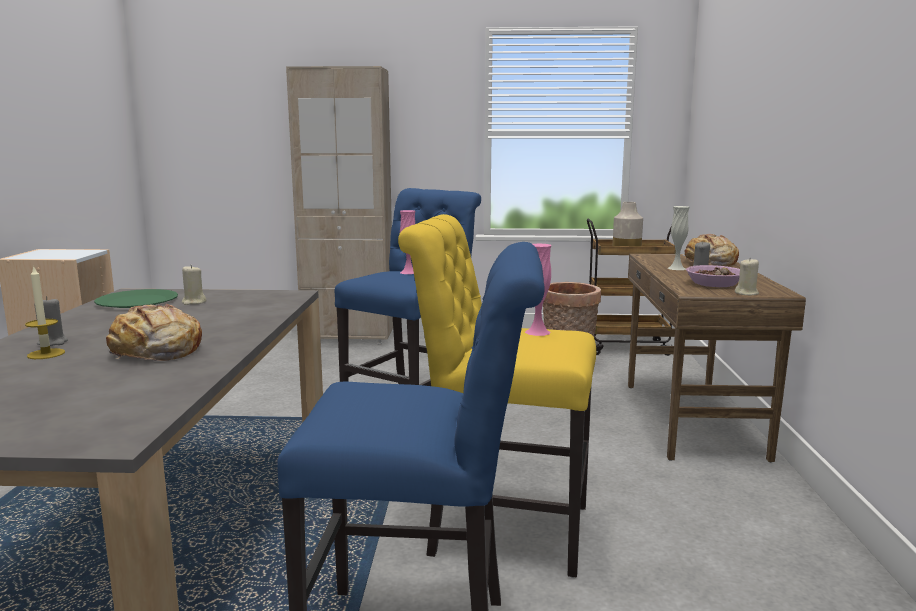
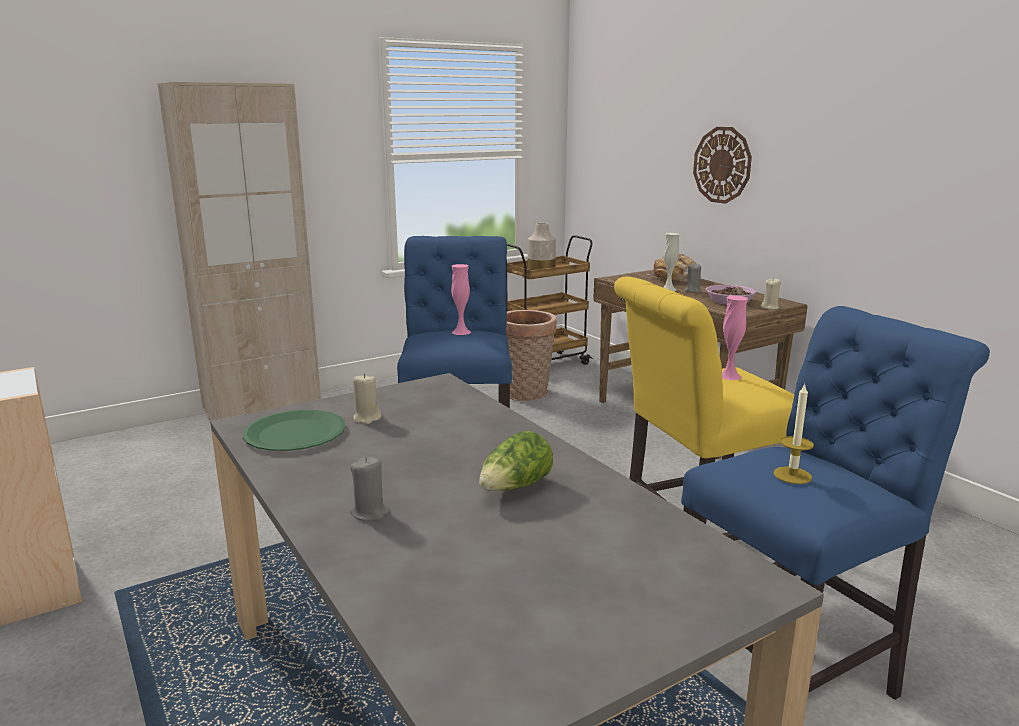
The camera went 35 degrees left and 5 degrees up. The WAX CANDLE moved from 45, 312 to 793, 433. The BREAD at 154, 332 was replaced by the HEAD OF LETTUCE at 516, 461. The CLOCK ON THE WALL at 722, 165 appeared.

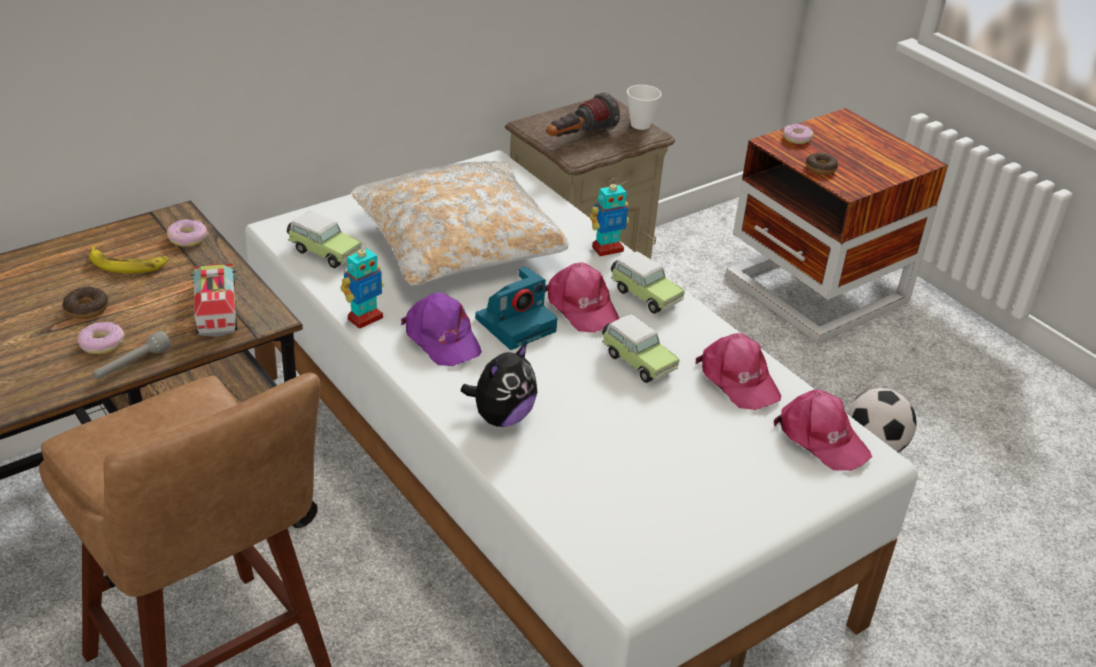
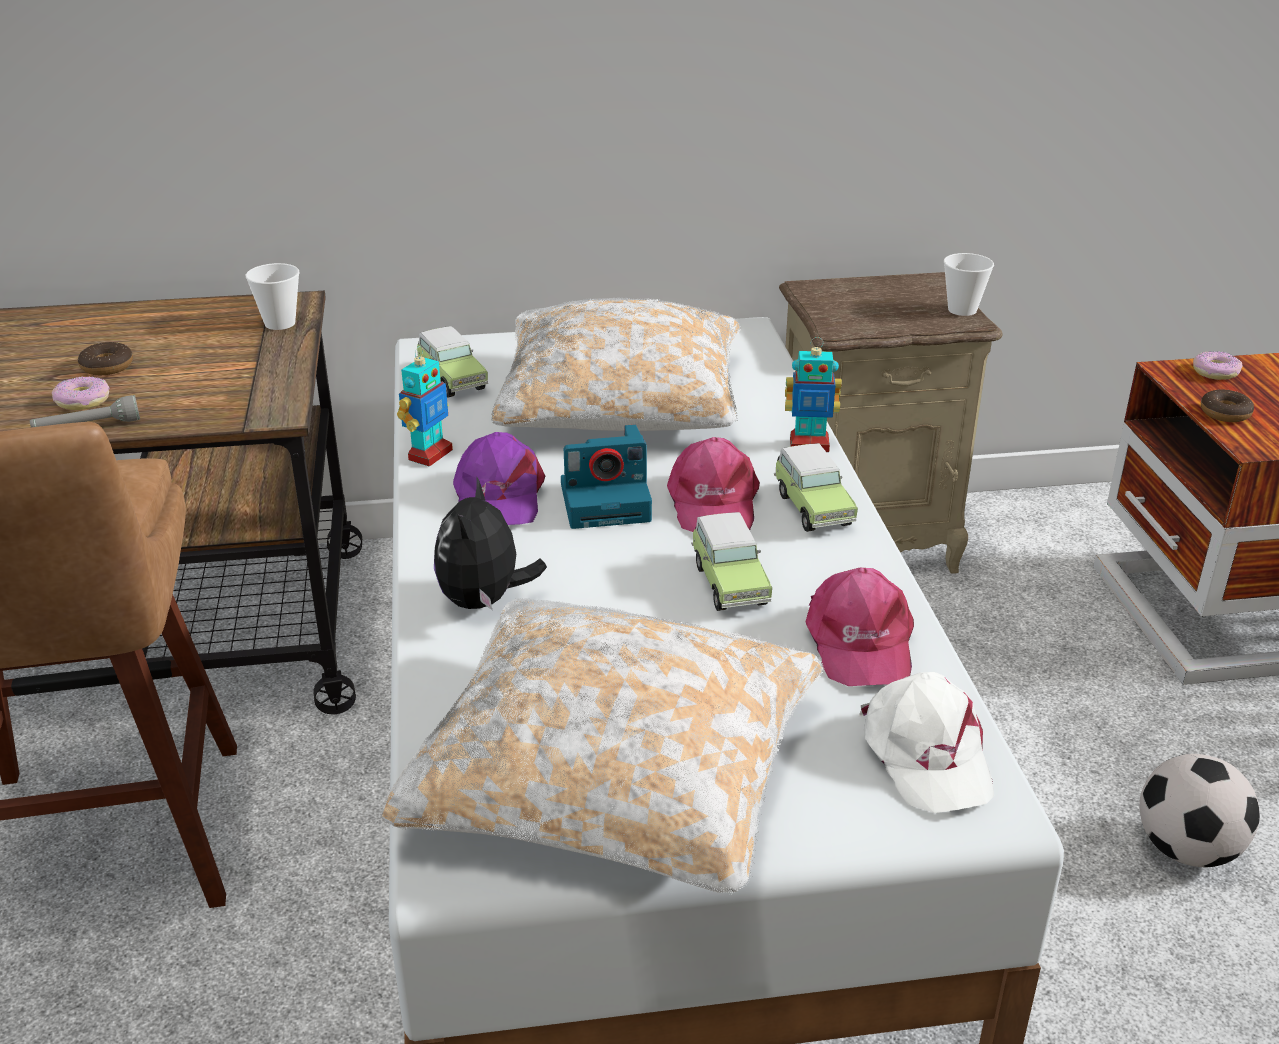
The camera went 30 degrees right and 5 degrees down. The BANANA at 129, 259 disappeared. The DONUT at 187, 233 was replaced by the CUP at 273, 296. The TOY TRUCK at 214, 300 disappeared. The MODEL ROBOT at 362, 286 turned 45 degrees counterclockwise. The PLUSH TOY at 499, 385 turned 120 degrees clockwise. The TORCH at 583, 115 disappeared. The PINK-COLOURED CAP at 823, 430 became the WHITE-COLOURED CAP at 926, 742. The WHITE-COLOURED CUSHION at 603, 746 appeared.

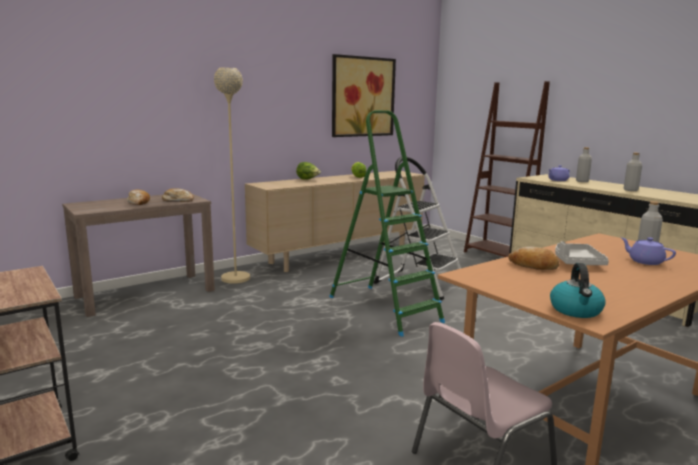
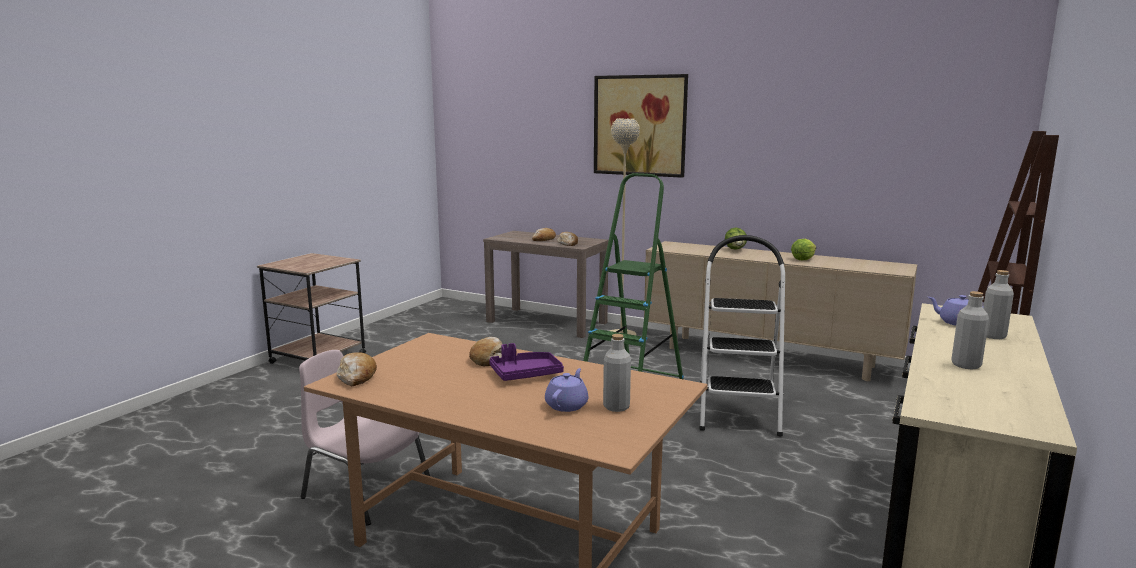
The camera went 65 degrees right and 0 degrees up. The WALL ART moved from 364, 95 to 641, 126. The TEA KETTLE at 578, 290 was replaced by the BREAD at 357, 369. The GRAY CARRYING TRAY at 582, 253 became the PURPLISH CARRYING TRAY at 526, 362.

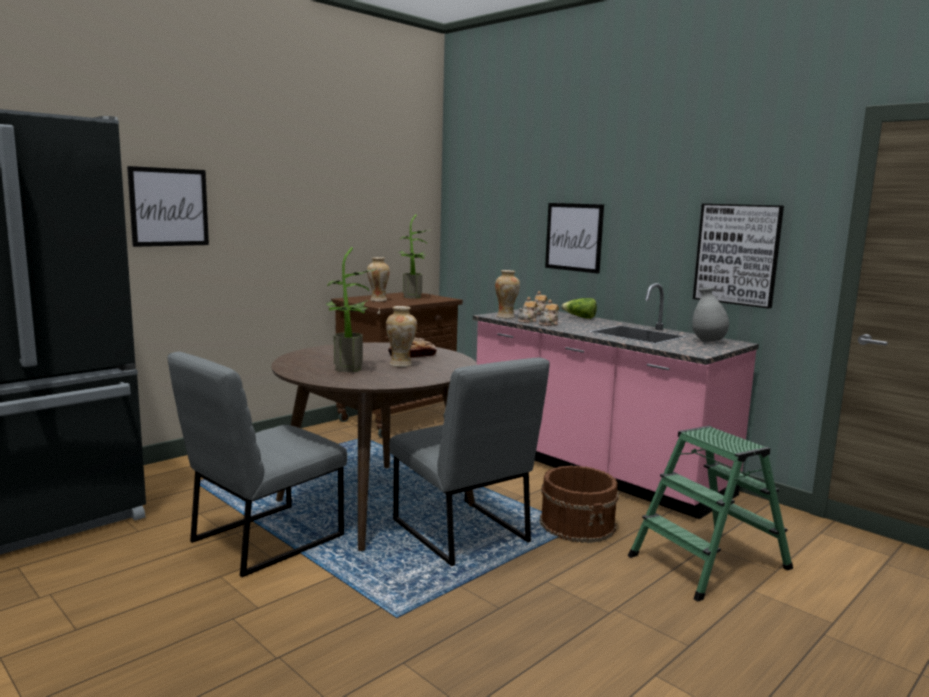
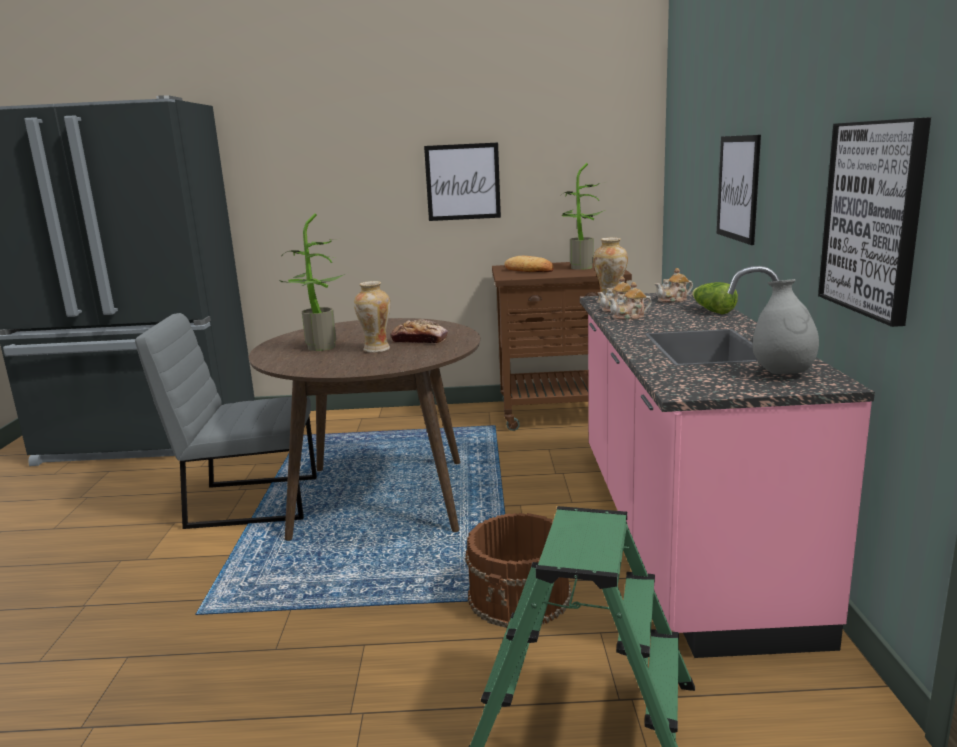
The camera went 45 degrees right and 5 degrees up. The WALL ART moved from 168, 206 to 462, 182. The DECORATIVE VASE at 378, 279 was replaced by the BREAD at 529, 264. The GRAY UPRIGHT CHAIR at 469, 462 disappeared.

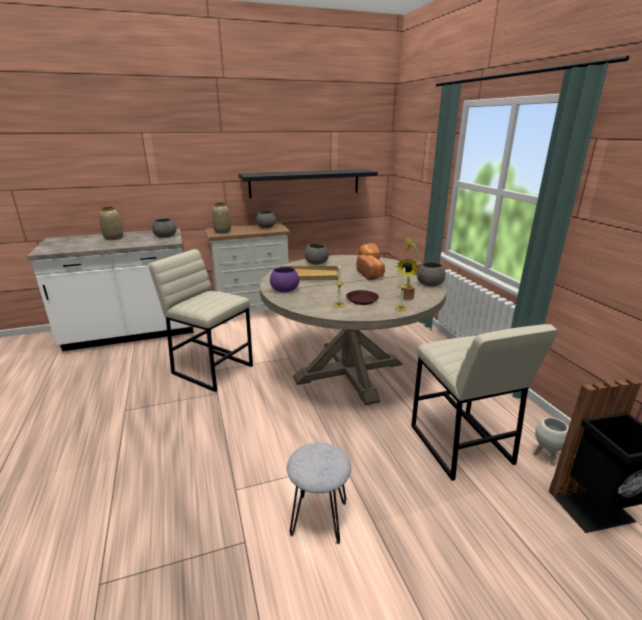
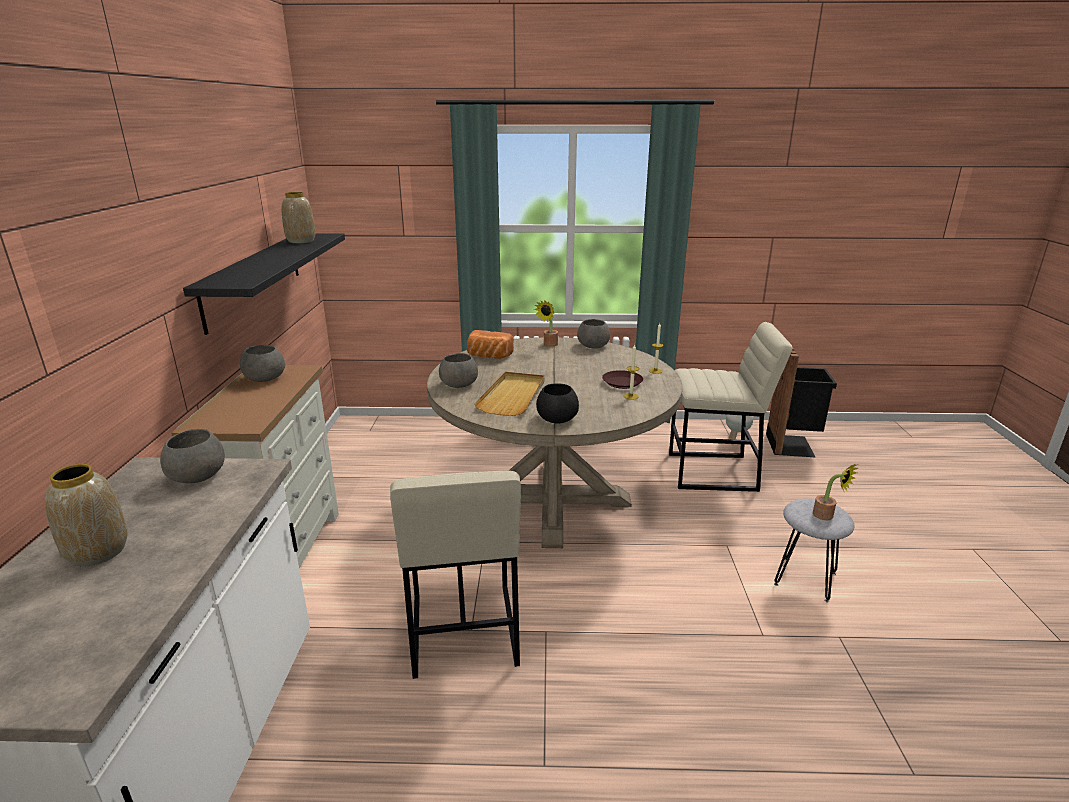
The camera went 70 degrees left and 0 degrees up. The SAND-COLOURED UPRIGHT CHAIR at 200, 320 turned 60 degrees counterclockwise. The DECORATIVE VASE moved from 221, 218 to 298, 217. The PURPLISH DEEP DISH at 284, 280 became the BLACK DEEP DISH at 557, 403. The BREAD at 371, 267 disappeared. The POTTED PLANT moved from 407, 279 to 835, 492.

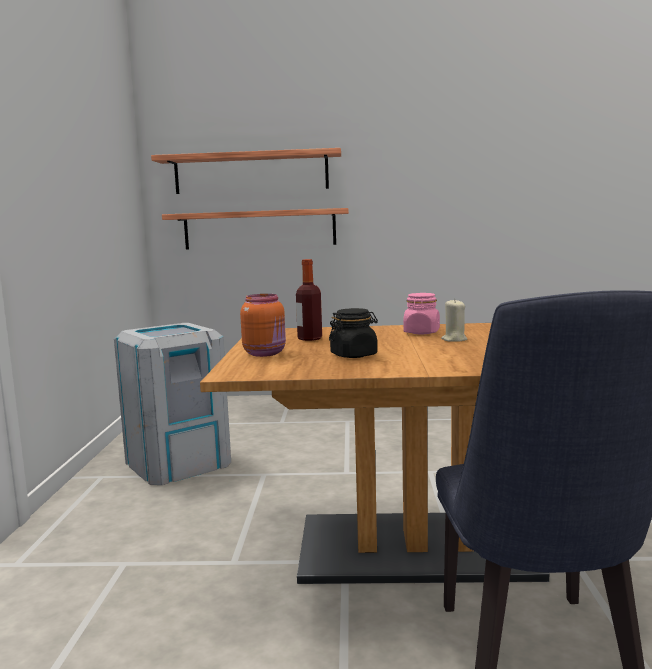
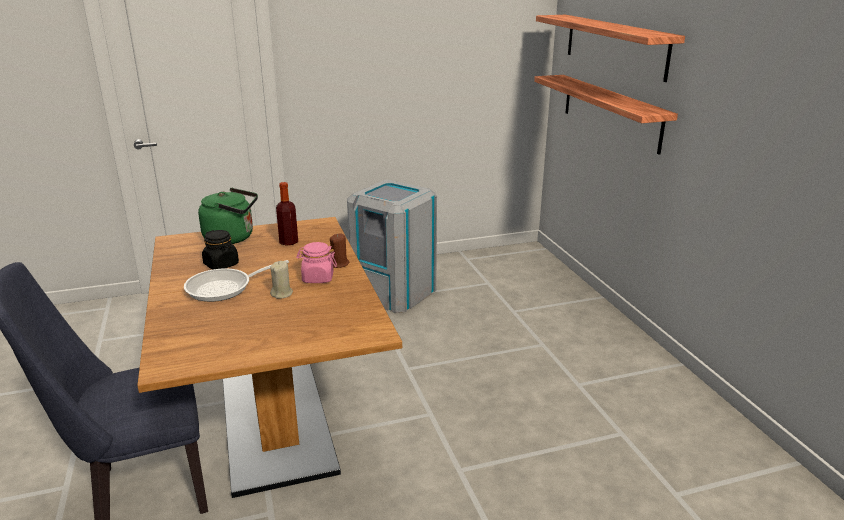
The camera went 70 degrees right and 15 degrees up. The ORANGE-COLOURED PRESERVE JAR at 263, 325 was replaced by the GREEN TEA KETTLE at 228, 216. The SKILLET at 236, 281 appeared. The BROWNISH WAX CANDLE at 339, 250 appeared.

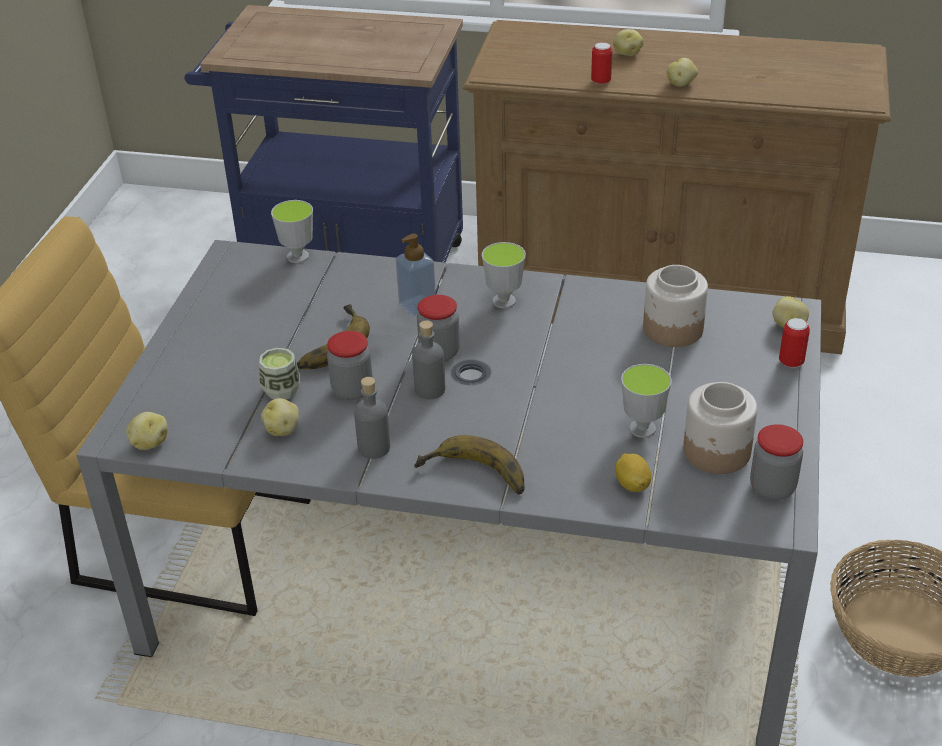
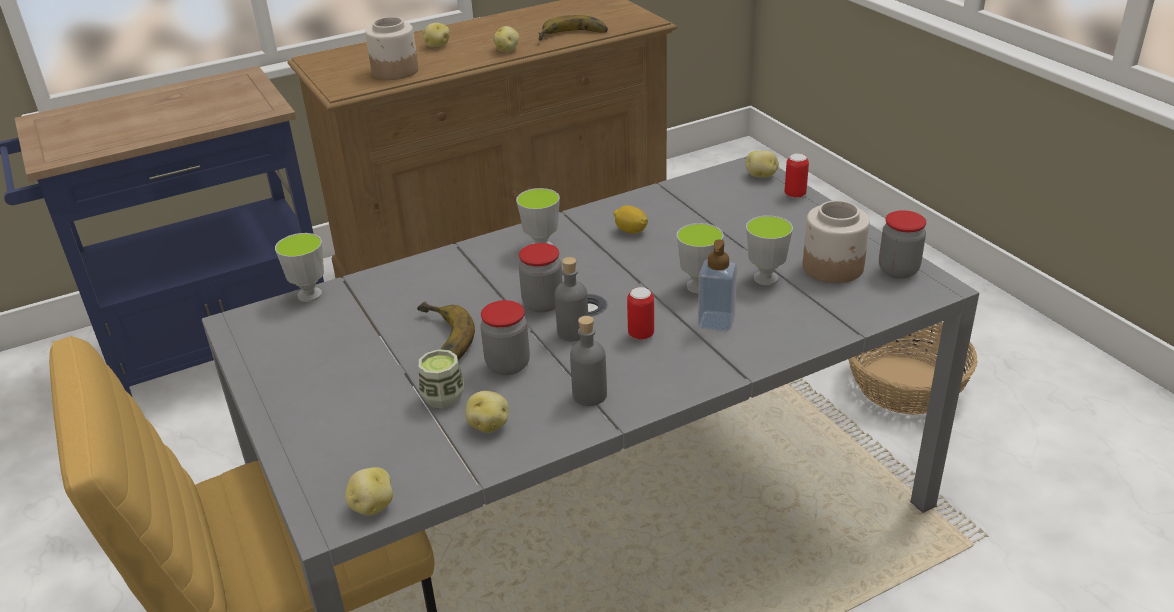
The camera went 40 degrees left and 5 degrees down. The SOAP DISPENSER moved from 416, 275 to 717, 285. The BANANA moved from 469, 465 to 573, 28. The CAN moved from 601, 63 to 640, 313. The LEMON moved from 633, 472 to 630, 219. The PRESERVE JAR moved from 675, 306 to 391, 48. The CUP at 700, 258 appeared.

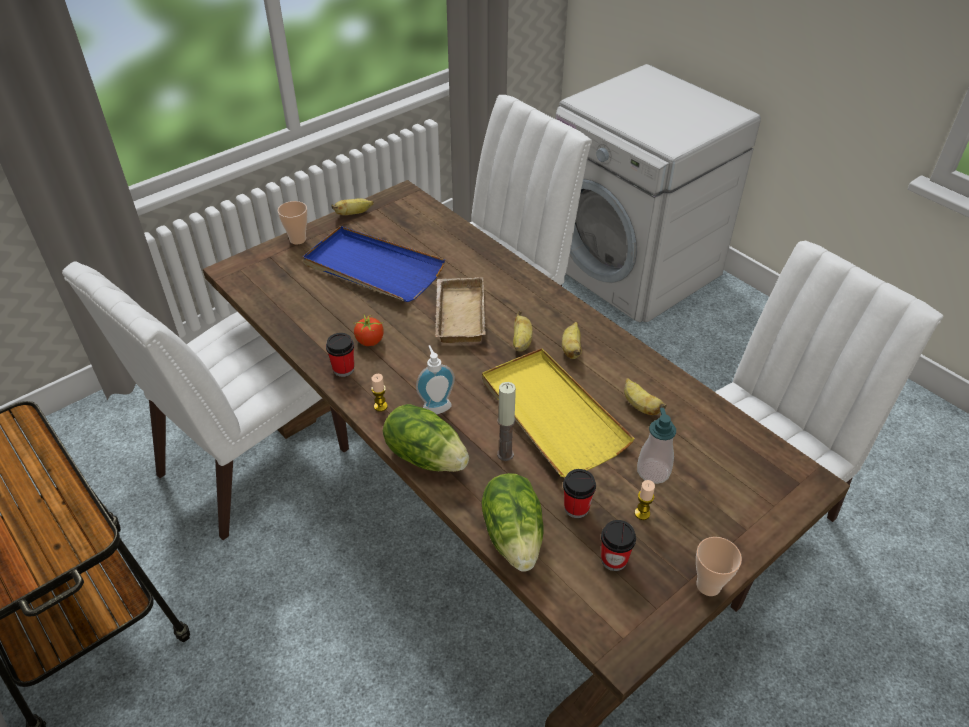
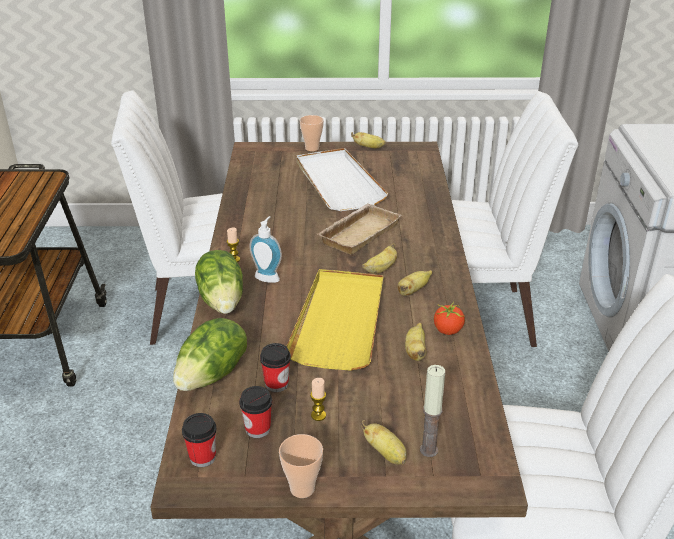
The camera went 40 degrees right and 10 degrees down. The BLUE-COLOURED CARRYING TRAY at 374, 264 became the WHITE-COLOURED CARRYING TRAY at 342, 179. The CUP moved from 340, 355 to 199, 440. The FRESH TOMATO moved from 369, 330 to 449, 318. The WAX CANDLE moved from 506, 421 to 432, 411. The SOAP DISPENSER at 656, 446 disappeared. The BANANA at 384, 442 appeared.

